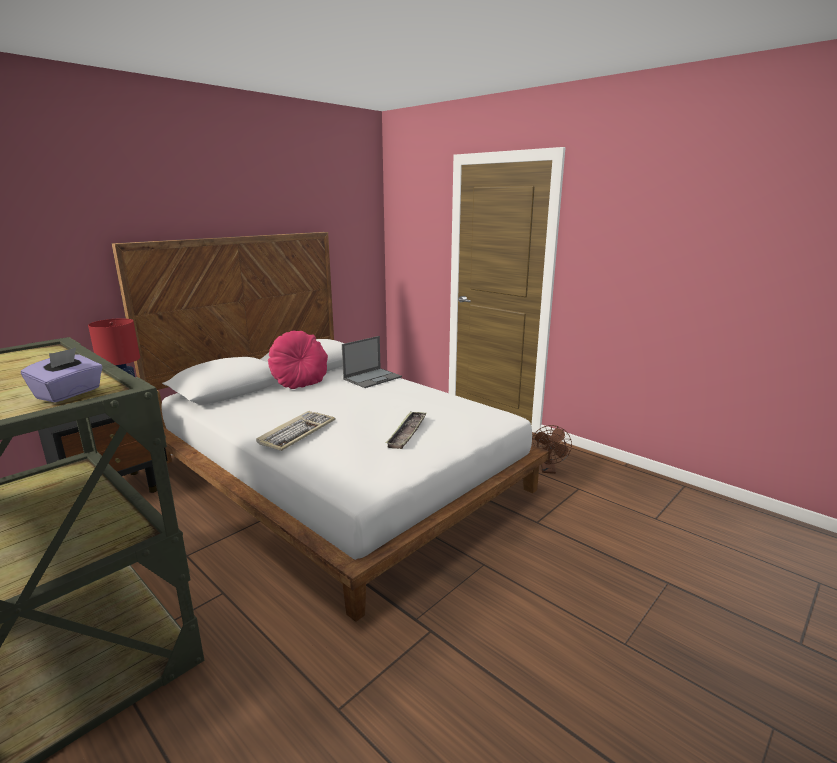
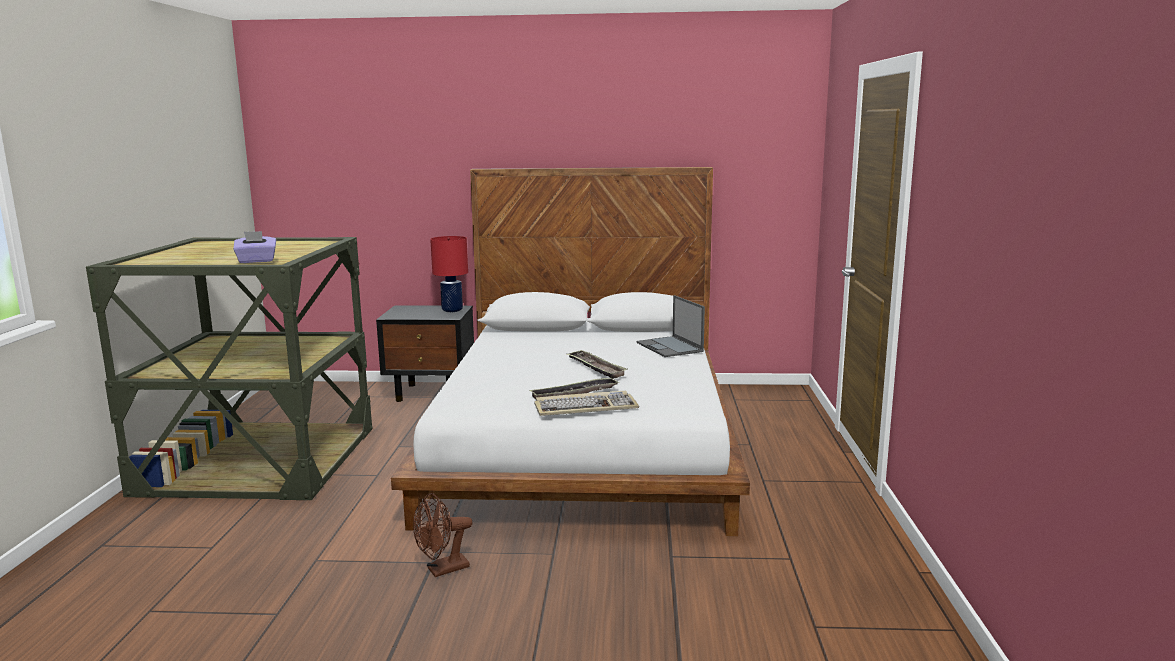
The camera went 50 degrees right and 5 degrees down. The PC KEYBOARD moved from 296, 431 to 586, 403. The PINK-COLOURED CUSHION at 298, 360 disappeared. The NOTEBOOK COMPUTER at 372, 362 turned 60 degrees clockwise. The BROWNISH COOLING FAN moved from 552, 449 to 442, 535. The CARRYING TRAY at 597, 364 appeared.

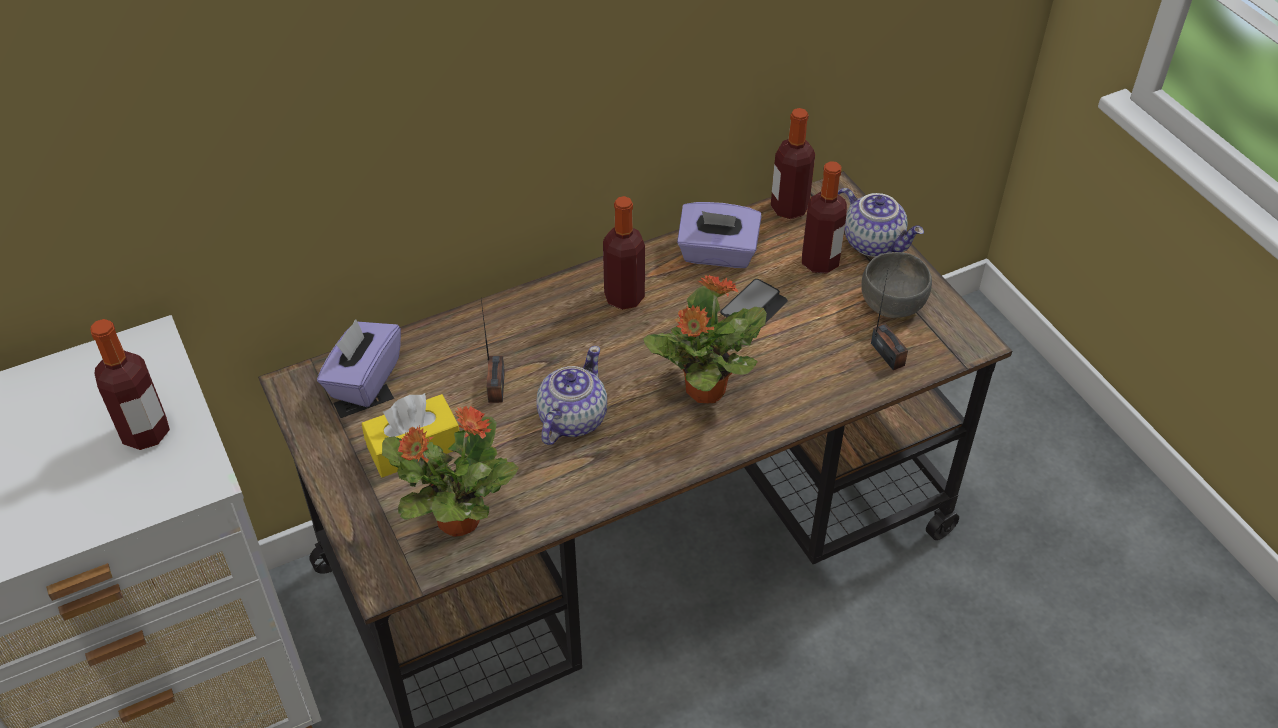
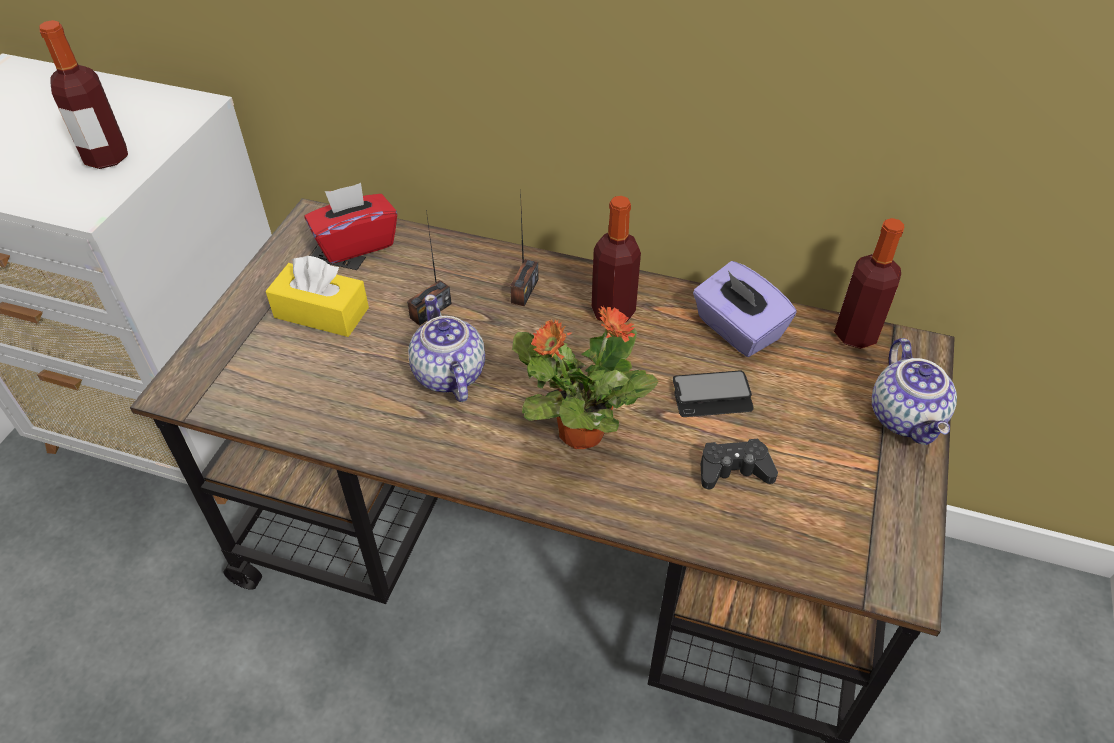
The camera went 45 degrees right and 0 degrees up. The PURPLISH TISSUE BOX at 359, 363 became the RED-COLOURED TISSUE BOX at 351, 223. The POTTED PLANT at 450, 471 disappeared. The TEA POT at 571, 395 turned 90 degrees counterclockwise. The BEVERAGE BOTTLE at 824, 217 disappeared. The GRAY DEEP DISH at 896, 285 disappeared. The RADIO RECEIVER moved from 889, 320 to 524, 248. The BLACK GAME CONTROLLER at 739, 464 appeared.

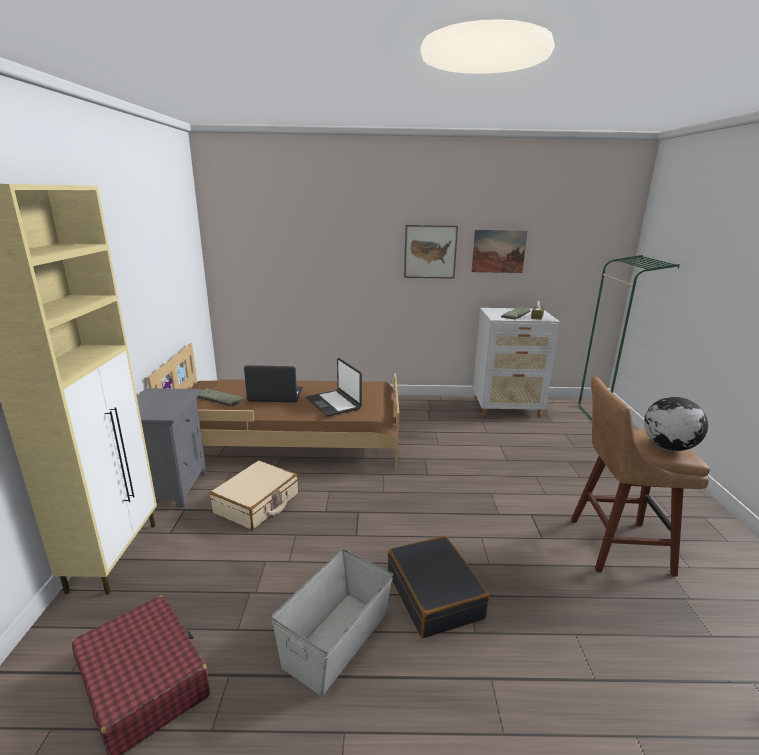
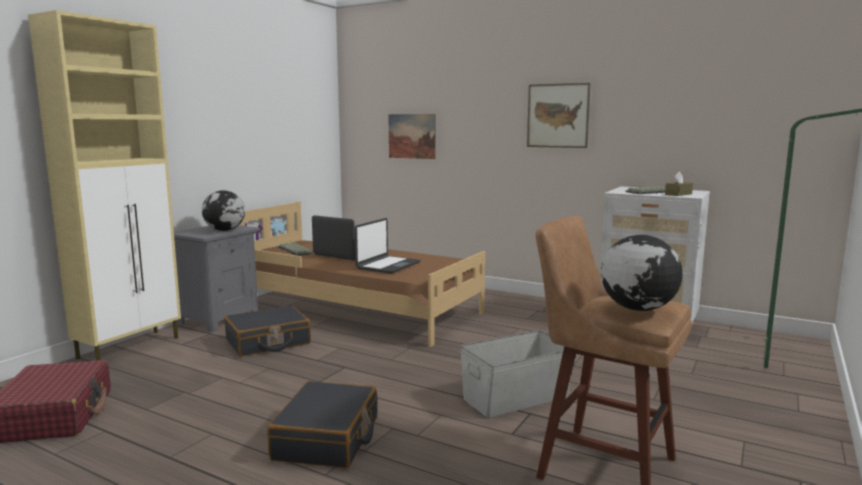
The camera went 30 degrees right and 10 degrees down. The SAND-COLOURED PIECE OF LUGGAGE at 253, 495 became the BLACK PIECE OF LUGGAGE at 267, 331. The GRAY STORAGE BIN moved from 332, 622 to 515, 374. The NOTEBOOK COMPUTER at 334, 387 turned 150 degrees counterclockwise. The WALL ART moved from 499, 251 to 412, 136. The WORLD GLOBE at 223, 210 appeared.

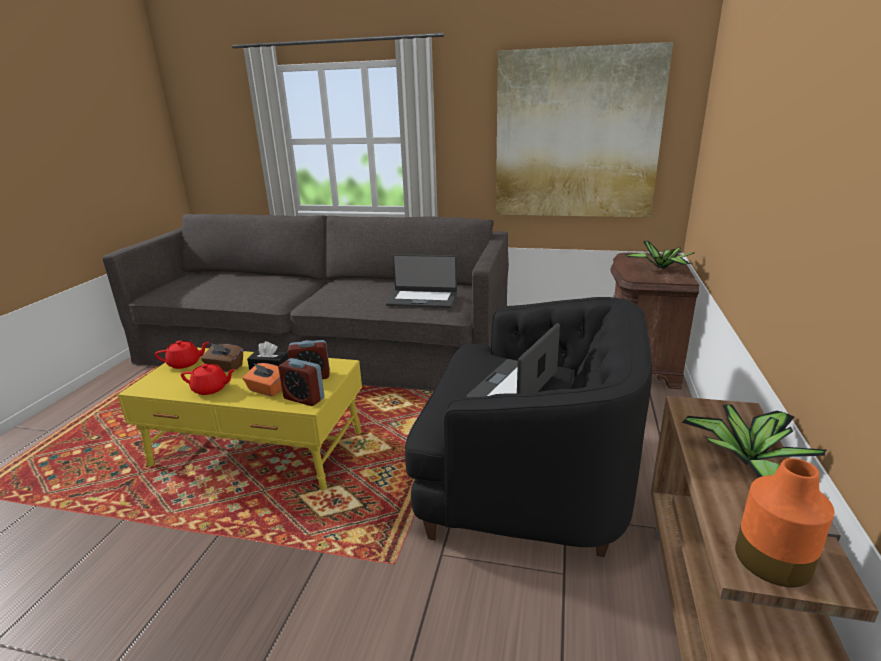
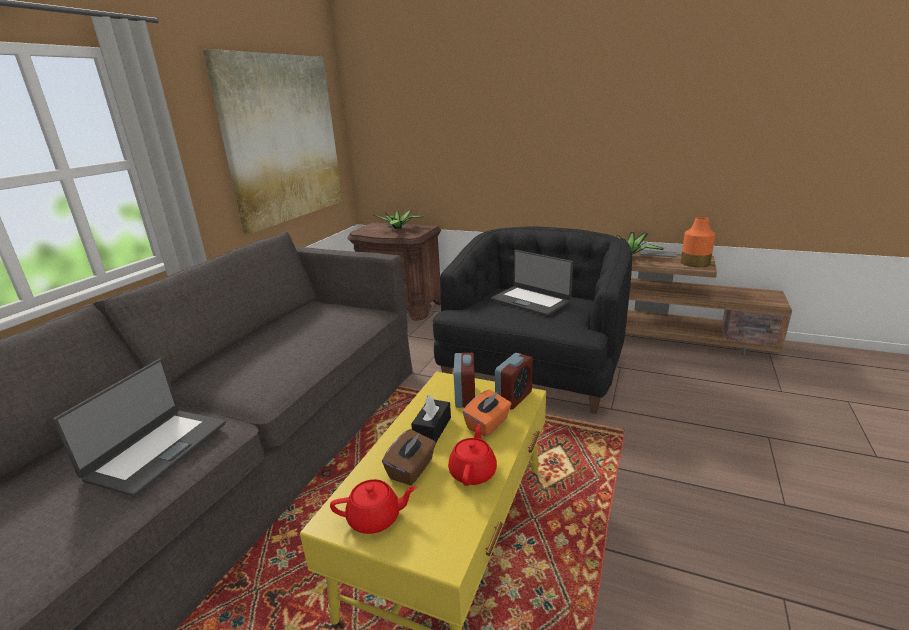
The camera went 80 degrees left and 0 degrees up. The RED-COLOURED TEA POT at 182, 354 turned 90 degrees clockwise. The NOTEBOOK COMPUTER moved from 421, 281 to 139, 428.

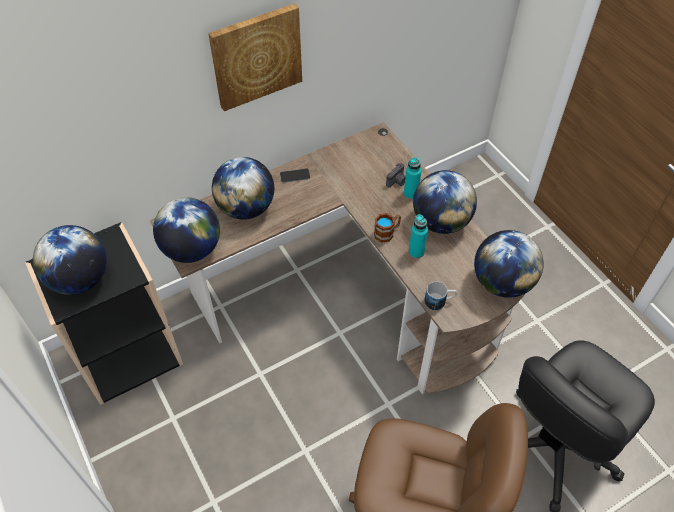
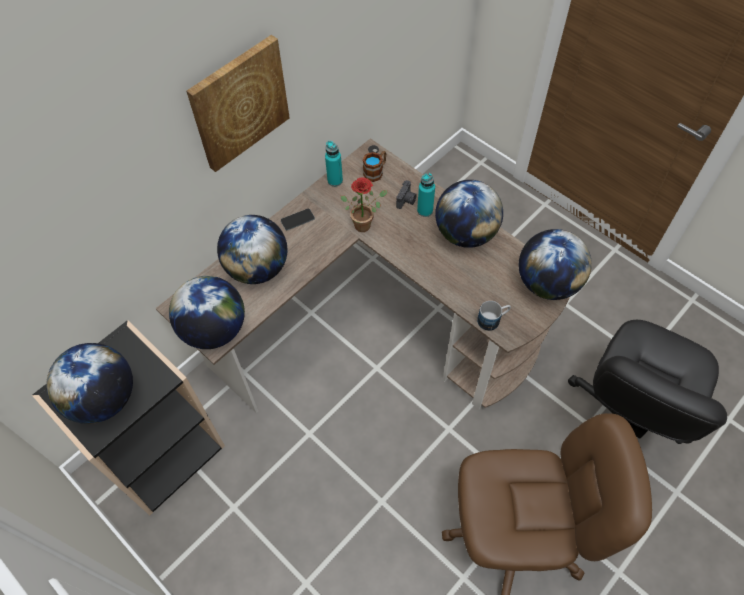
The camera went 15 degrees left and 5 degrees up. The MUG moved from 387, 227 to 374, 166. The TURQUOISE-COLOURED BEVERAGE BOTTLE moved from 418, 236 to 334, 164. The POTTED PLANT at 364, 205 appeared.

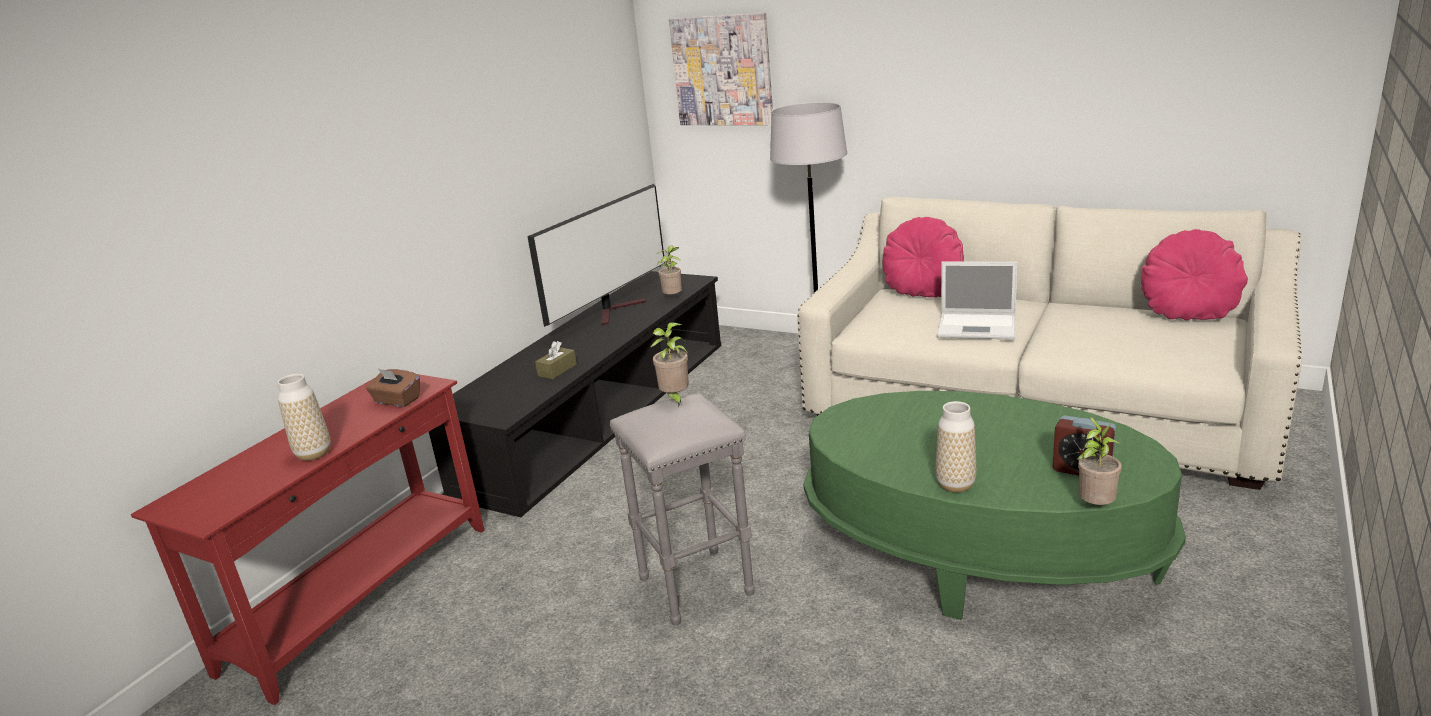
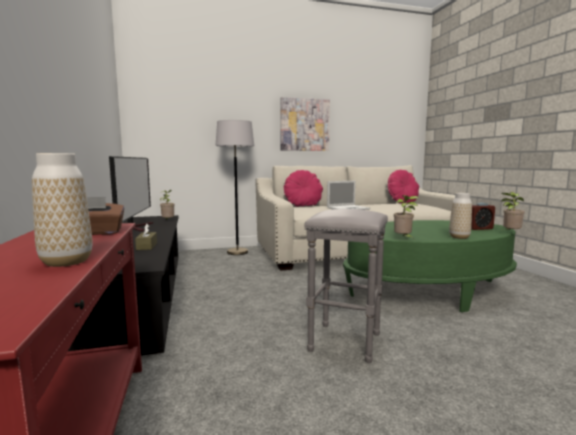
The camera went 45 degrees left and 15 degrees down. The POTTED PLANT moved from 669, 364 to 406, 217. The WALL ART moved from 721, 69 to 305, 124.

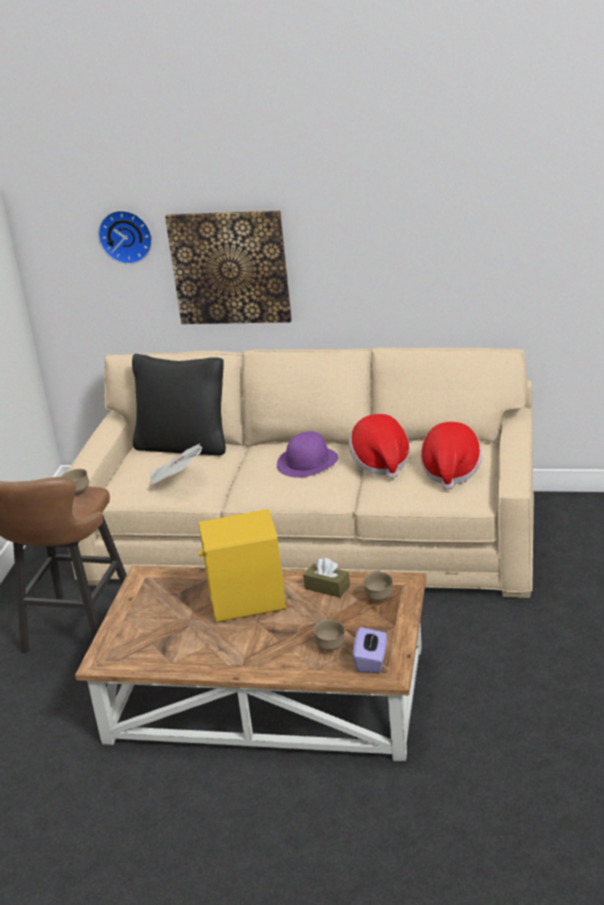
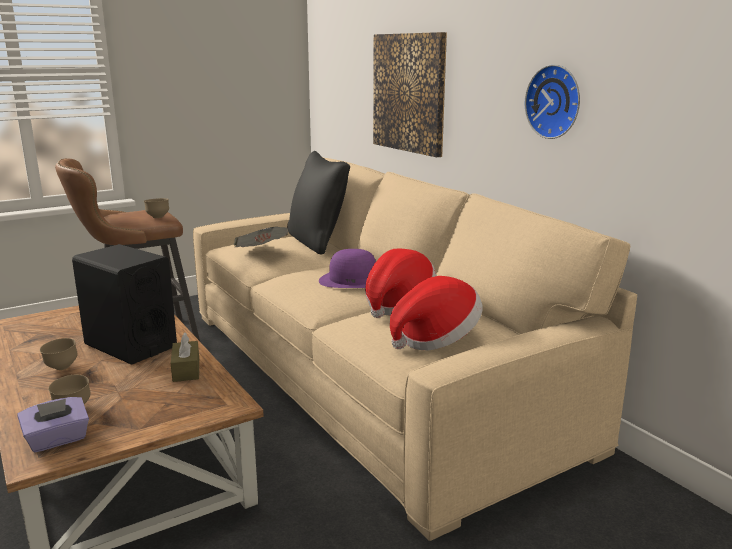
The camera went 45 degrees right and 10 degrees down. The CLOCK ON THE WALL moved from 125, 237 to 552, 101. The YELLOW LOUDSPEAKER at 242, 566 became the BLACK LOUDSPEAKER at 124, 304. The BROWNISH DEEP DISH moved from 378, 586 to 59, 354.

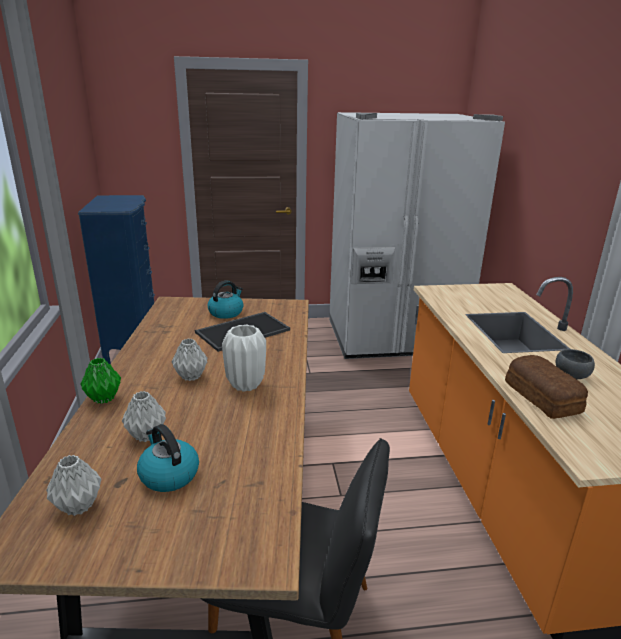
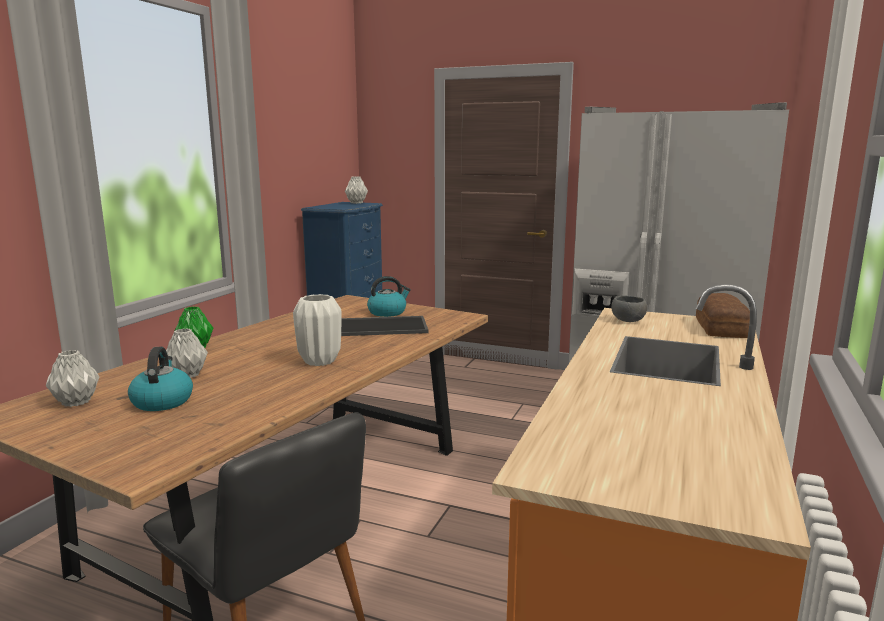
The camera went 30 degrees right and 10 degrees down. The GRAY DECORATIVE VASE moved from 190, 360 to 356, 190. The BREAD moved from 546, 387 to 723, 315. The GRAY DEEP DISH moved from 575, 364 to 629, 308.

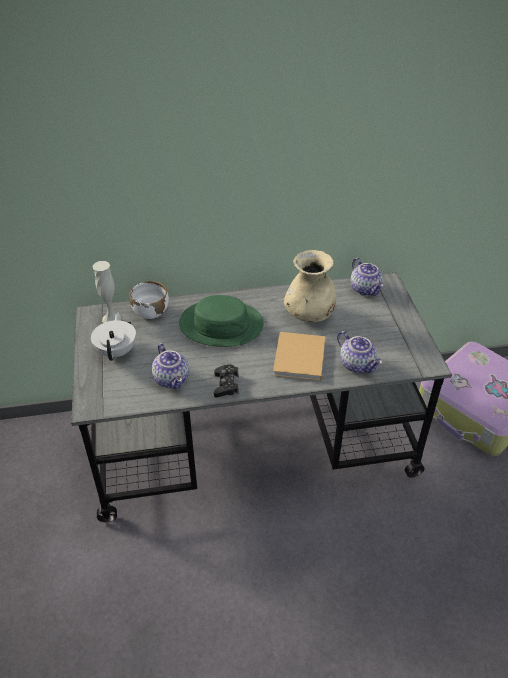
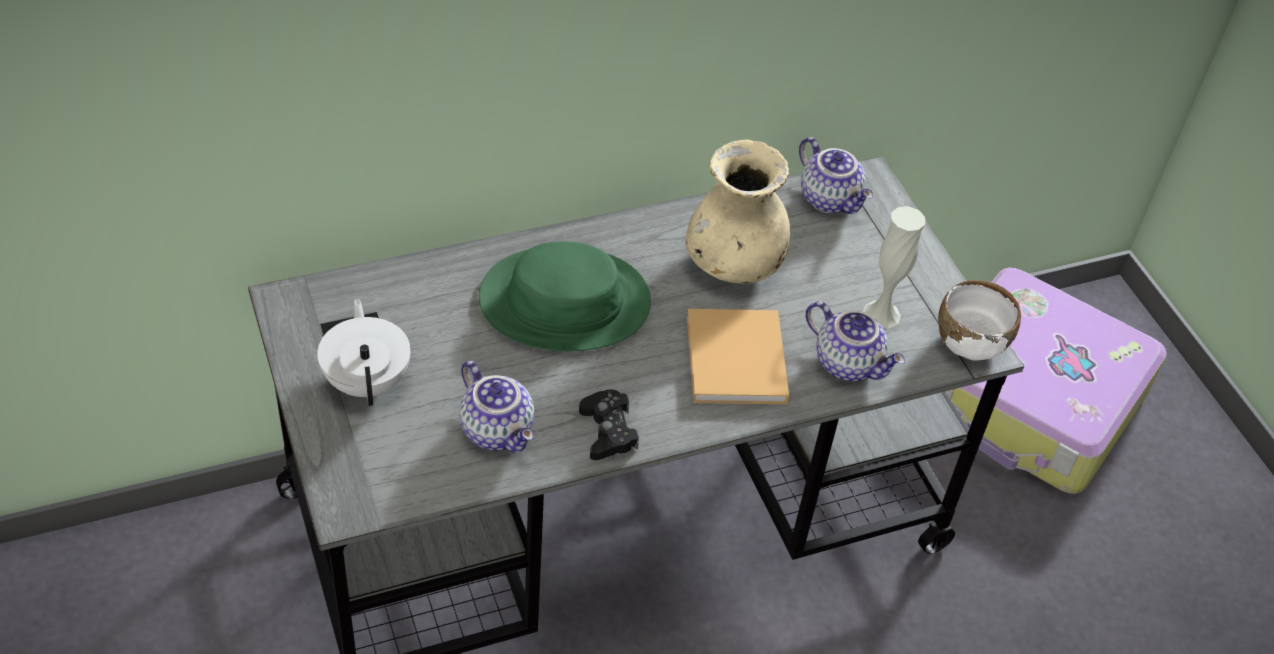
The camera went 15 degrees left and 5 degrees up. The WHITE-COLOURED DECORATIVE VASE moved from 106, 292 to 894, 267. The WHITE-COLOURED DEEP DISH moved from 149, 300 to 979, 320.

